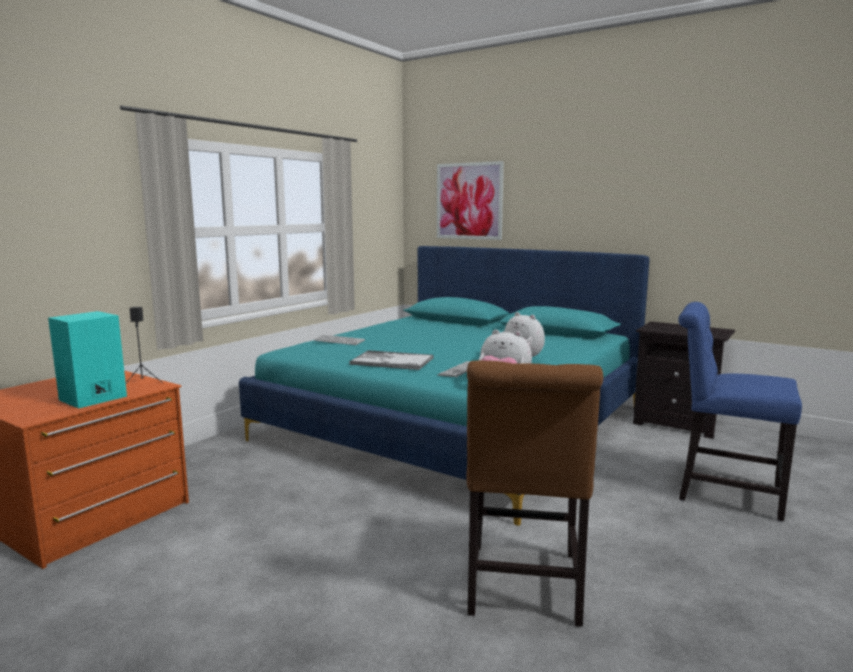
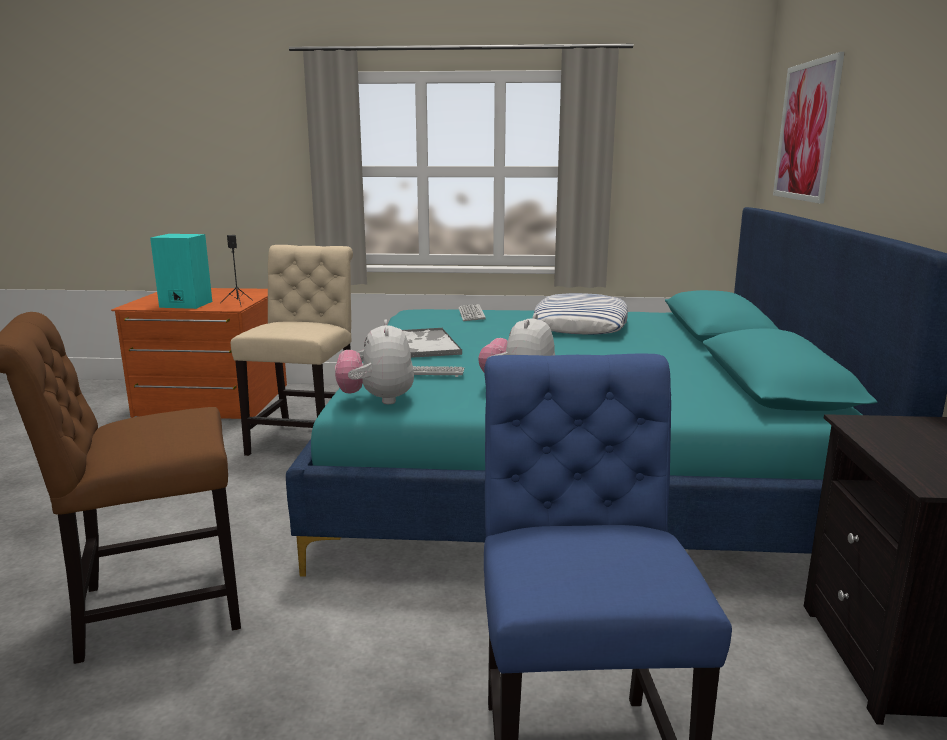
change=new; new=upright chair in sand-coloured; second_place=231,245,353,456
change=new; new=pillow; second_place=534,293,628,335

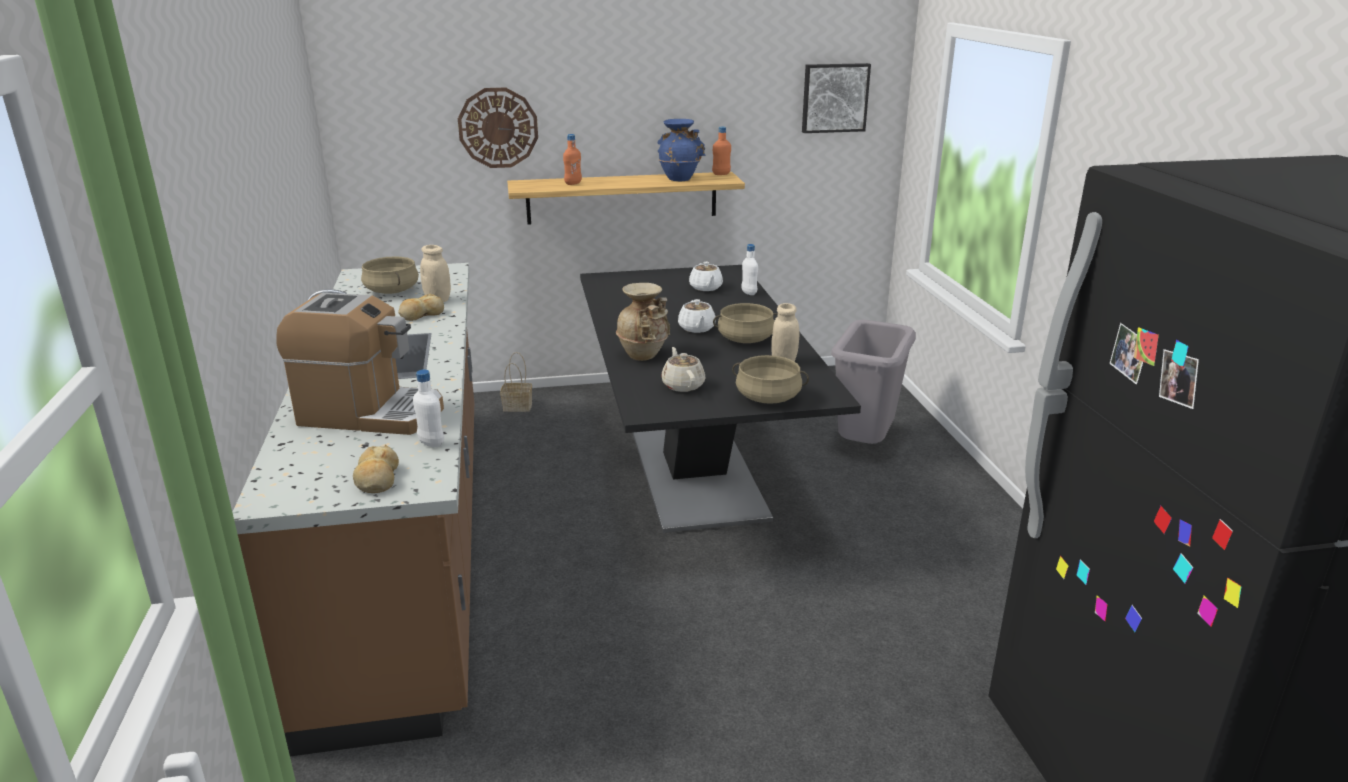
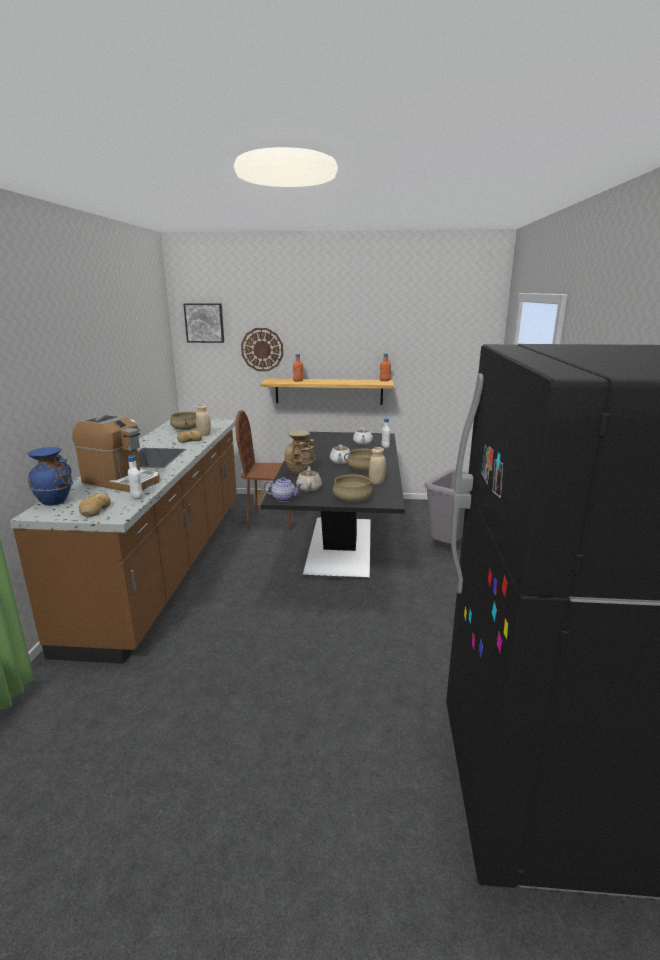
change=shifted; old=flower vase in bluish; first_place=657,119,705,181; second_place=27,447,74,506
change=shifted; old=wall picture; first_place=802,63,871,133; second_place=183,303,224,343
change=new; new=upright chair in brownish; second_place=236,410,296,530
change=new; new=tea pot; second_place=264,477,303,502

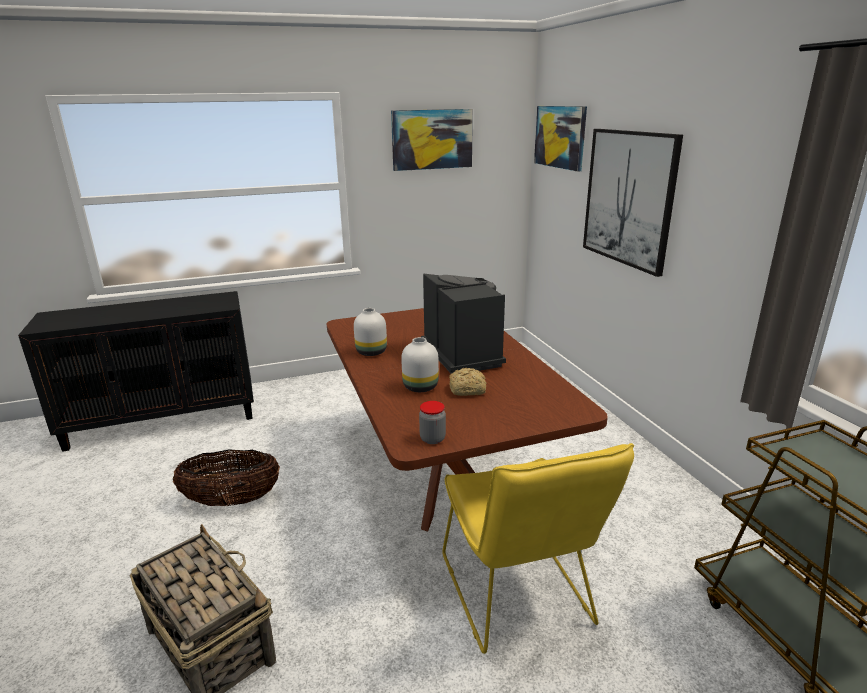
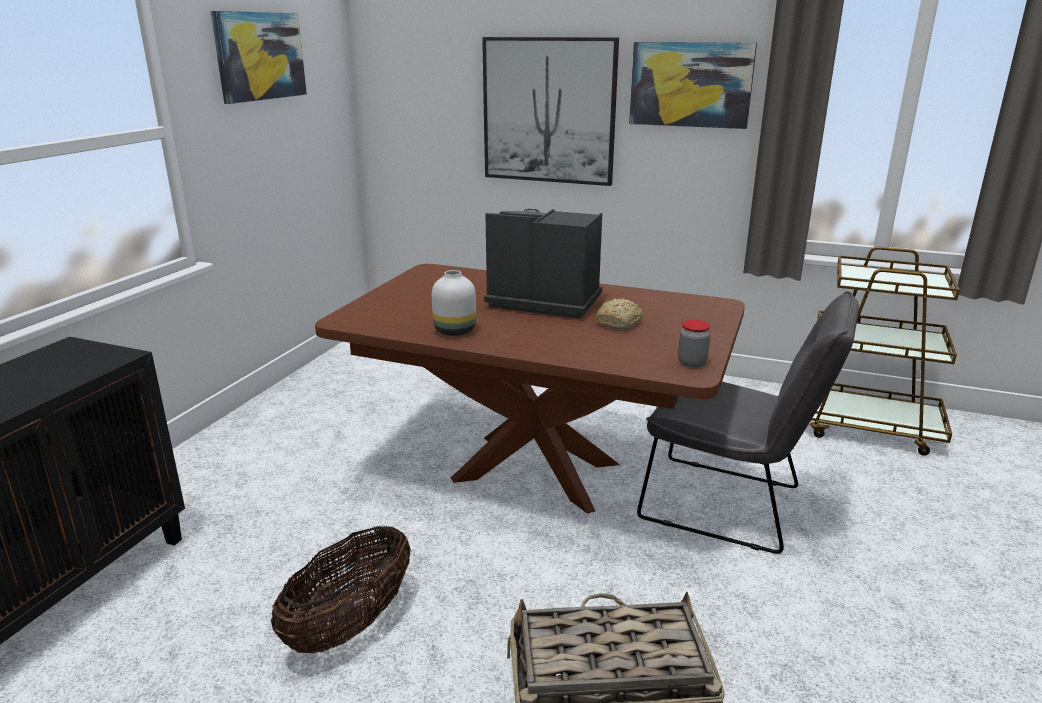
change=gone; old=flower vase in white; first_place=401,337,439,392
change=repainted; old=upright chair in yellow; new=upright chair in grey; first_place=442,443,634,654; second_place=637,291,859,554
change=shifted; old=wall picture; first_place=534,106,587,172; second_place=629,42,757,129

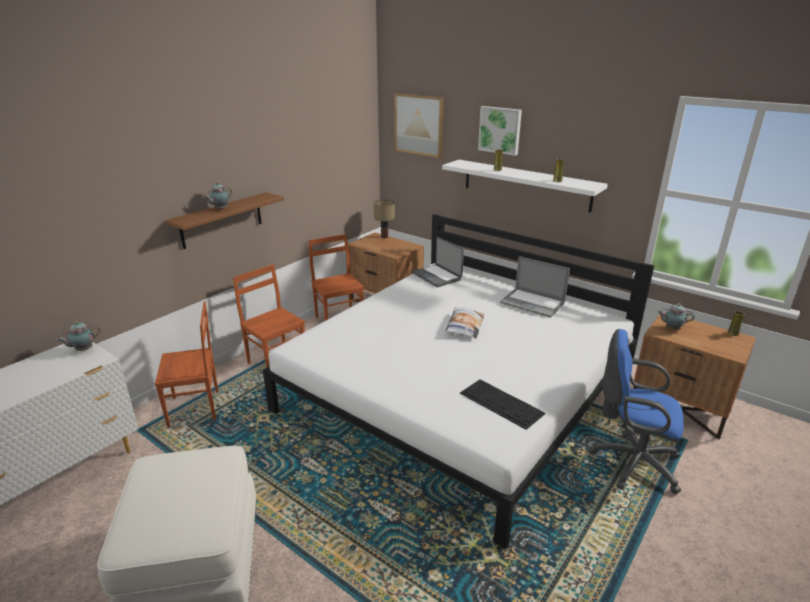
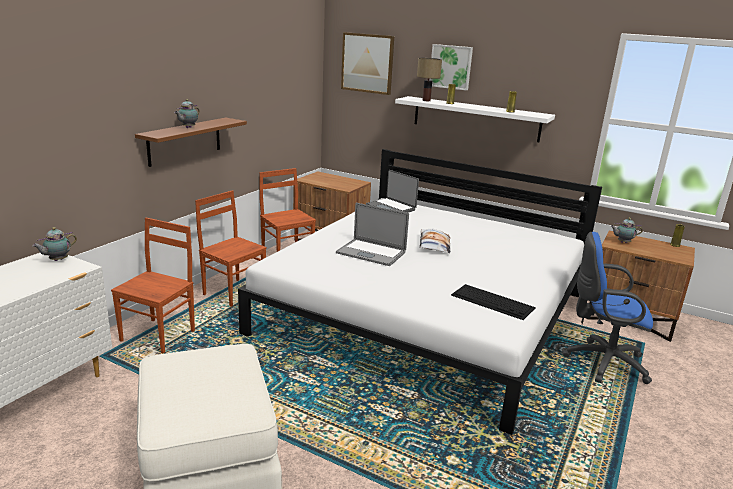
change=rotated; old=upright chair in brownish; first_place=155,301,218,428; second_place=111,218,195,354; degrees=-45
change=shifted; old=tabletop lamp; first_place=374,200,395,238; second_place=417,58,442,101
change=shifted; old=notebook computer; first_place=500,256,570,318; second_place=336,203,409,266

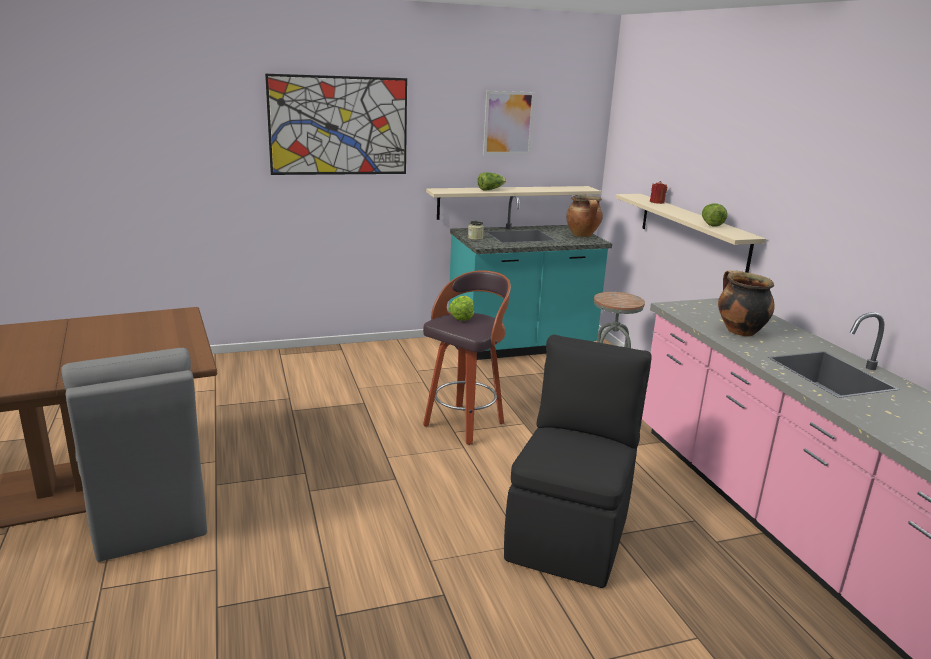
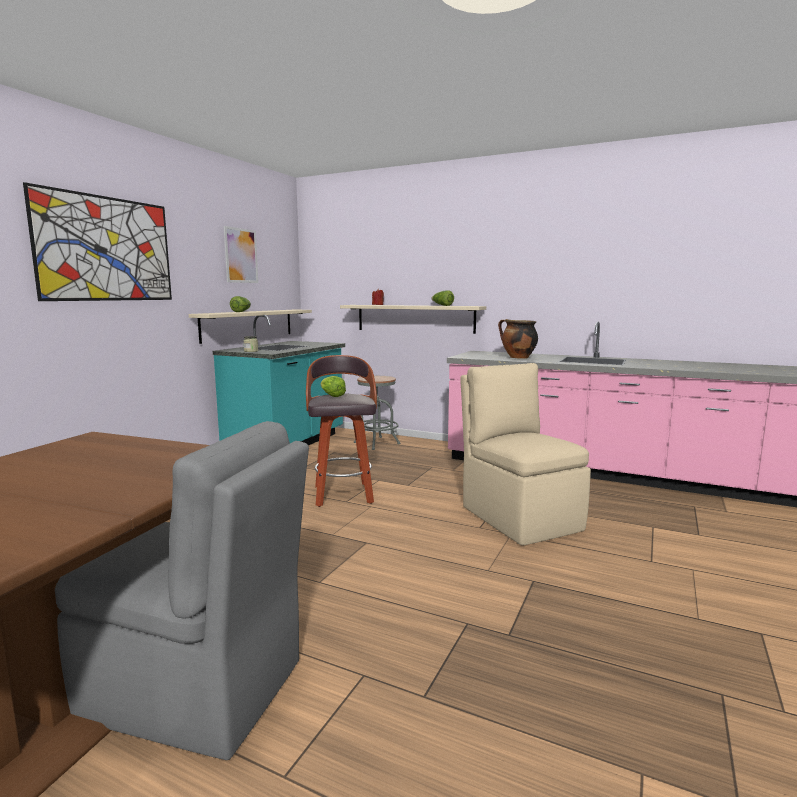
change=repainted; old=upright chair in black; new=upright chair in sand-coloured; first_place=504,335,652,588; second_place=460,363,591,546
change=gone; old=cooking pot; first_place=566,195,603,237

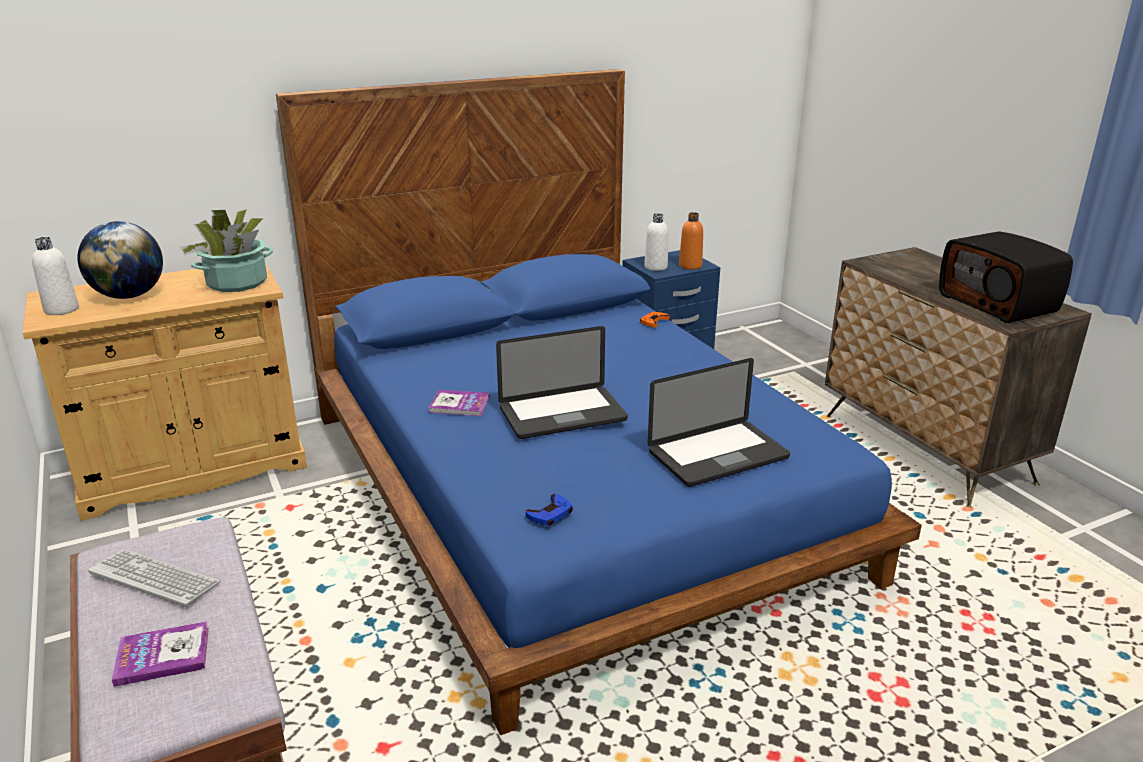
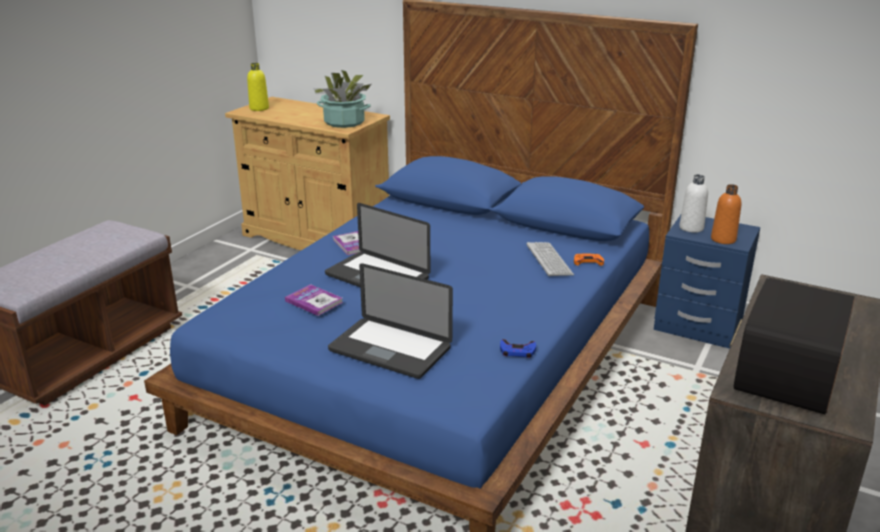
change=repainted; old=bottle in white; new=bottle in yellow; first_place=32,237,79,315; second_place=247,63,269,111
change=gone; old=desk globe; first_place=77,221,163,299
change=shifted; old=PC keyboard; first_place=88,549,221,607; second_place=527,242,574,276
change=shifted; old=book; first_place=112,621,209,687; second_place=285,284,343,316
change=shifted; old=game controller in bluish; first_place=526,494,573,526; second_place=500,339,536,358

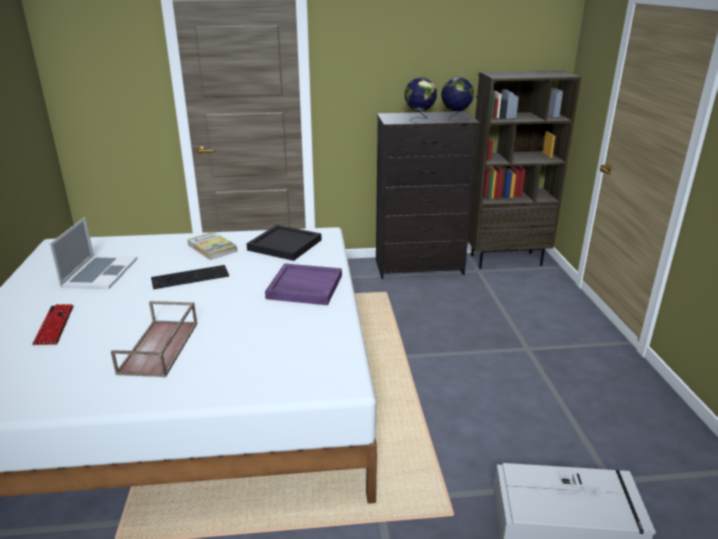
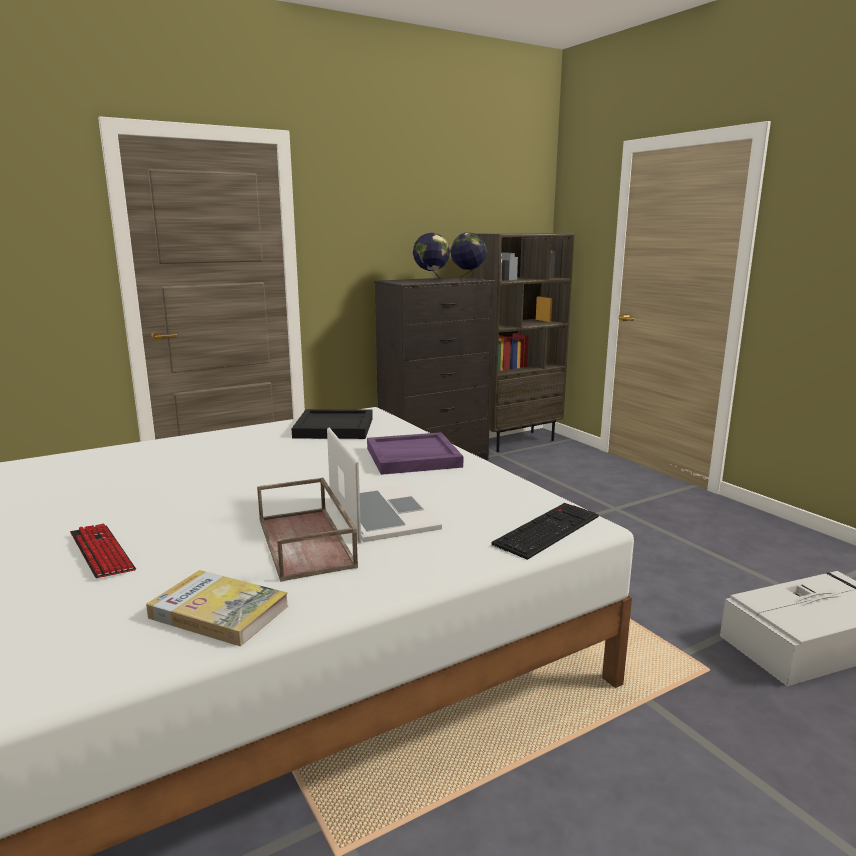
change=shifted; old=notebook computer; first_place=49,217,137,289; second_place=327,428,442,543
change=shifted; old=PC keyboard; first_place=151,265,229,289; second_place=491,503,599,560
change=shifted; old=book; first_place=187,232,237,260; second_place=146,570,288,646

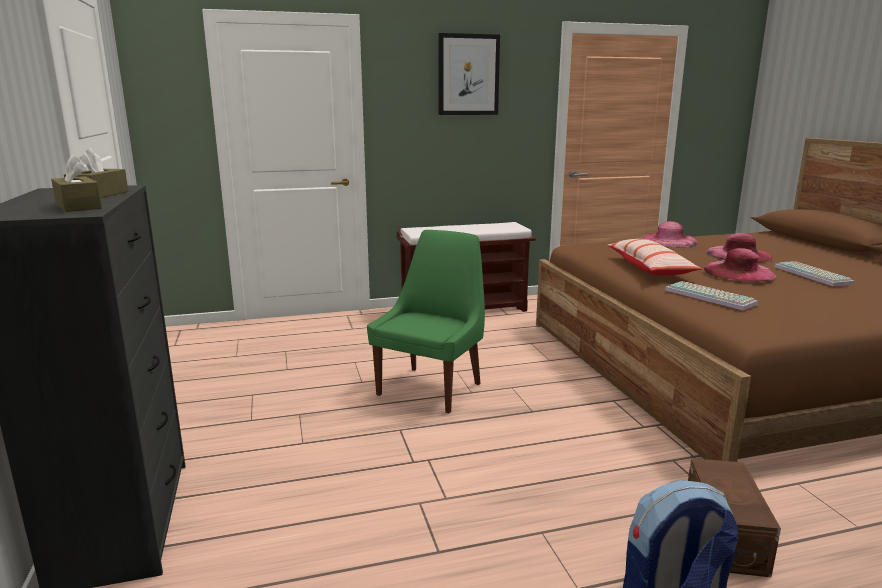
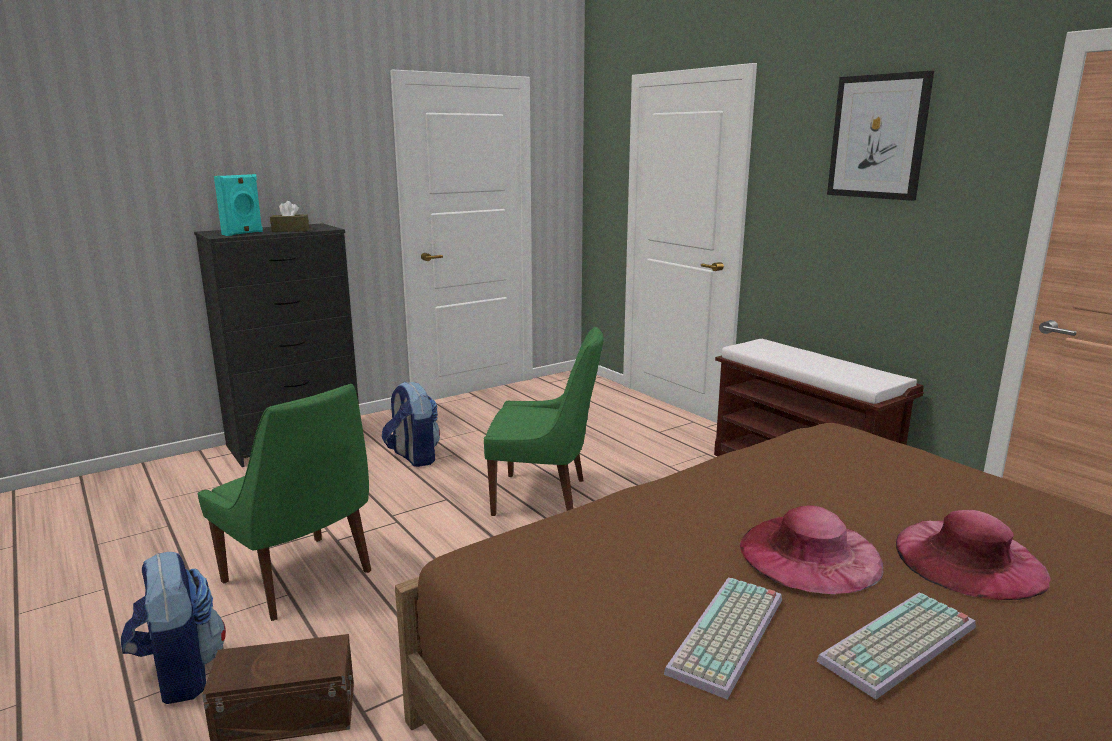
change=swapped; old=tissue box in brownish; new=audio speaker in blue-green; first_place=51,154,102,212; second_place=214,174,263,236
change=gone; old=pillow; first_place=607,239,701,276
change=gone; old=clothing hat in pink; first_place=641,221,699,247
change=shifted; old=PC keyboard; first_place=665,281,758,310; second_place=664,577,782,700
change=new; new=upright chair in green-coloured; second_place=197,384,371,621
change=new; new=knapsack; second_place=382,381,440,467

